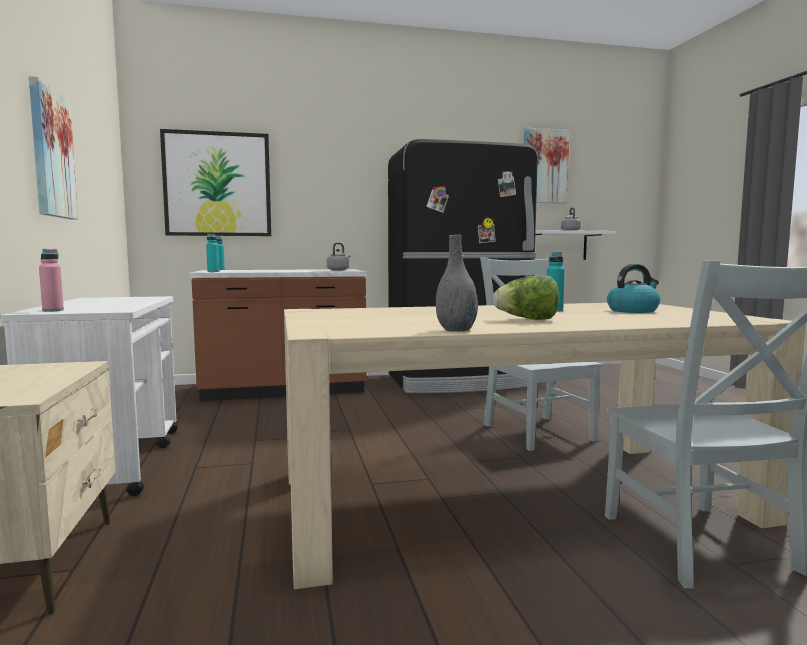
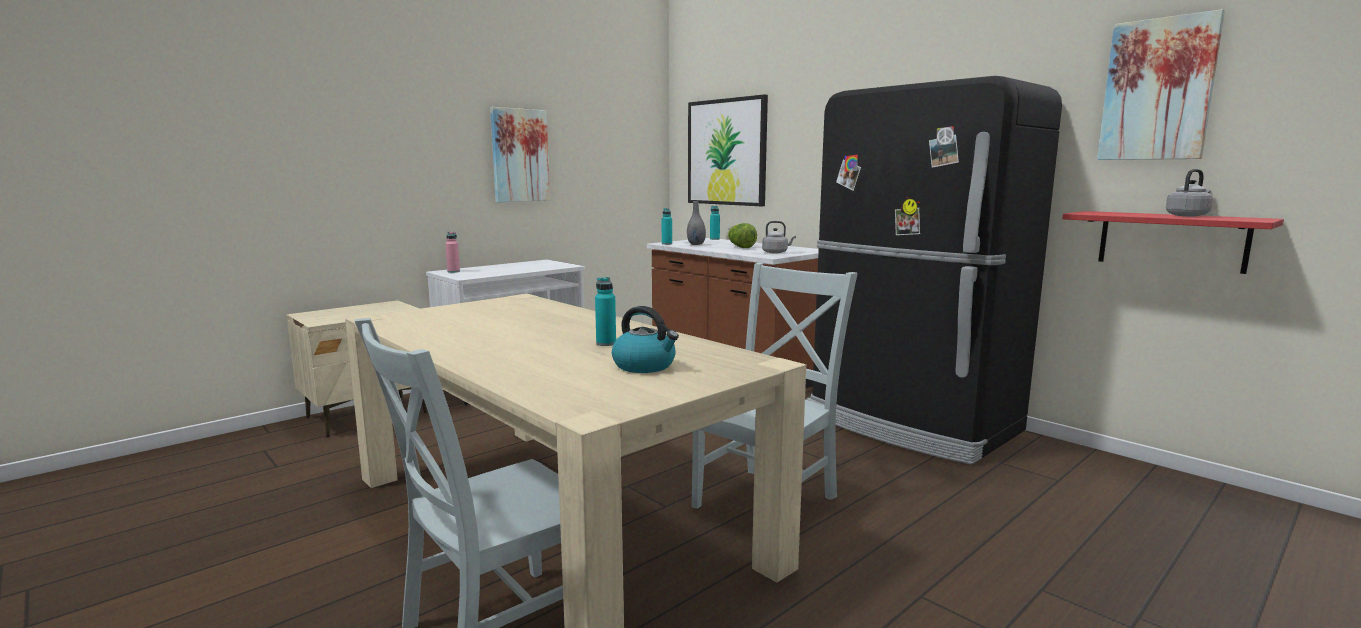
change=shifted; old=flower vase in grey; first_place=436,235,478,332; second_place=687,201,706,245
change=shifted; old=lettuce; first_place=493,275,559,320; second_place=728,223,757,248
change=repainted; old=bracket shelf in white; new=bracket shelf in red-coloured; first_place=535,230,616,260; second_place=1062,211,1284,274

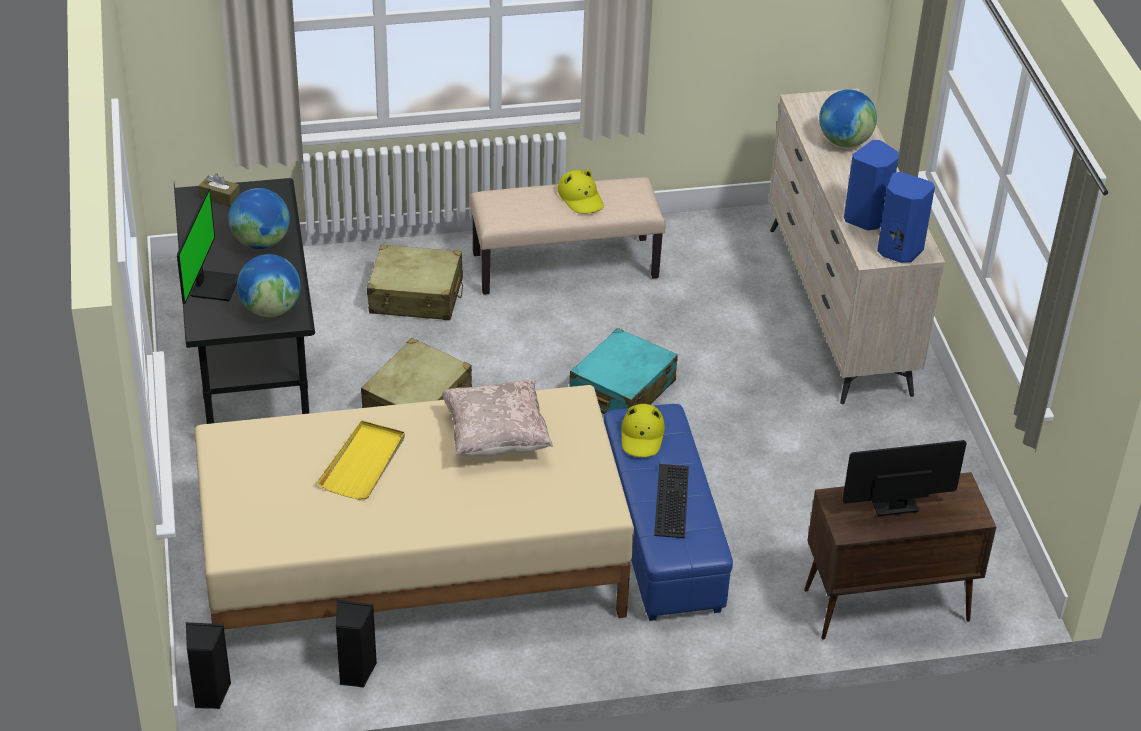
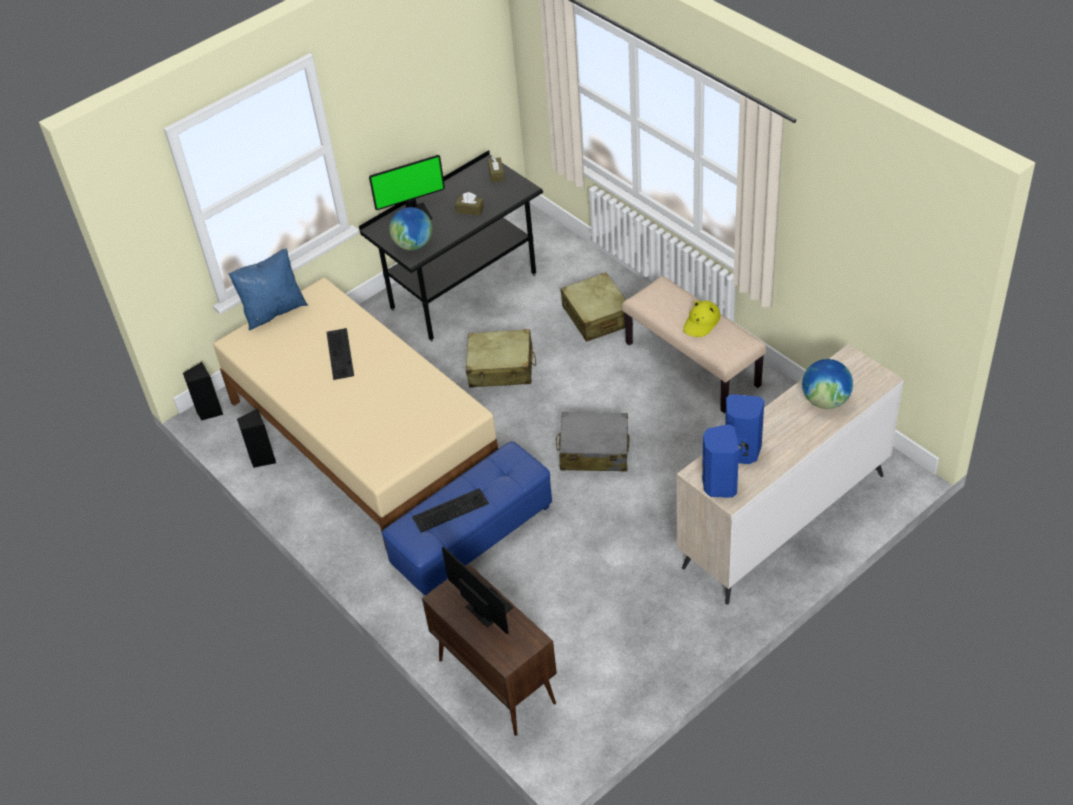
change=swapped; old=desk globe; new=tissue box in brownish; first_place=228,188,290,249; second_place=455,192,484,216
change=swapped; old=tray in yellow; new=PC keyboard; first_place=318,420,405,500; second_place=326,328,354,380
change=gone; old=pillow in sand-coloured; first_place=442,379,553,457
change=repainted; old=travel case in blue-green; new=travel case in grey; first_place=569,328,678,414; second_place=556,412,629,471
change=gone; old=clothing hat in yellow; first_place=622,404,665,457
change=new; new=pillow in bluish; second_place=228,248,308,330

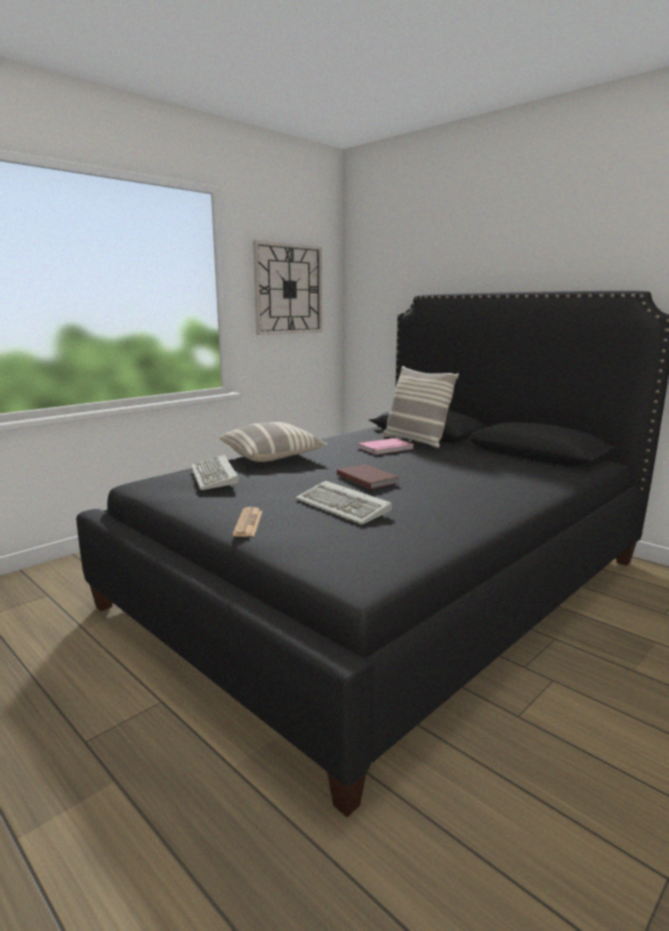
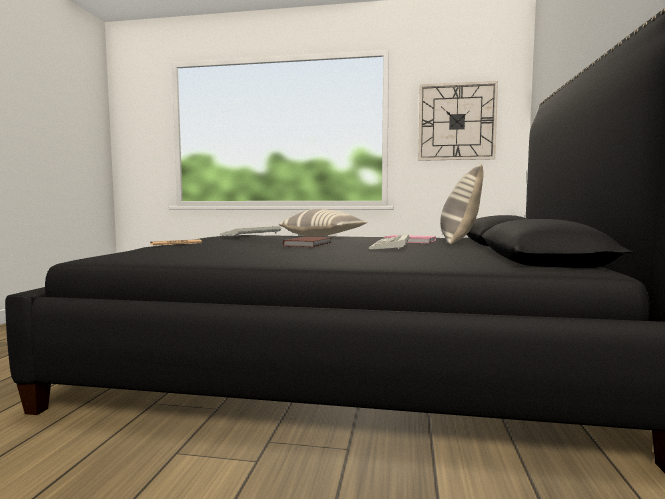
change=shifted; old=PC keyboard; first_place=296,481,392,525; second_place=369,234,409,250

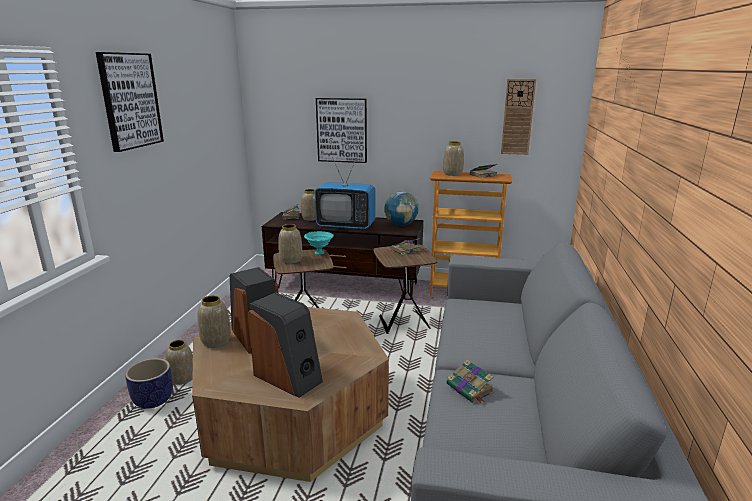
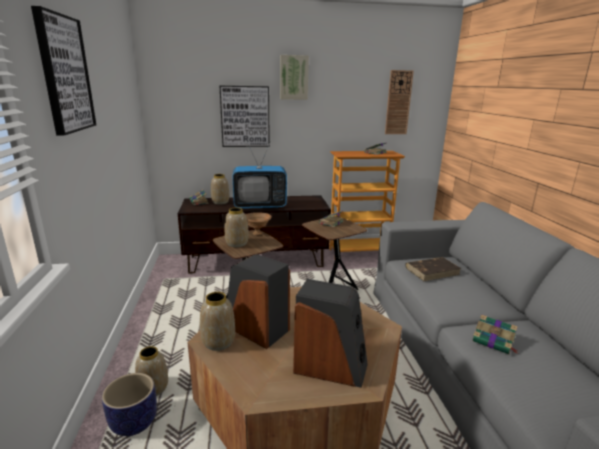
change=repainted; old=deep dish in blue-green; new=deep dish in brownish; first_place=304,231,334,255; second_place=245,212,272,235
change=gone; old=desk globe; first_place=385,191,418,226
change=gone; old=flower vase; first_place=443,141,464,176
change=new; new=wall picture; second_place=280,55,309,100
change=new; new=book in brownish; second_place=405,257,462,281

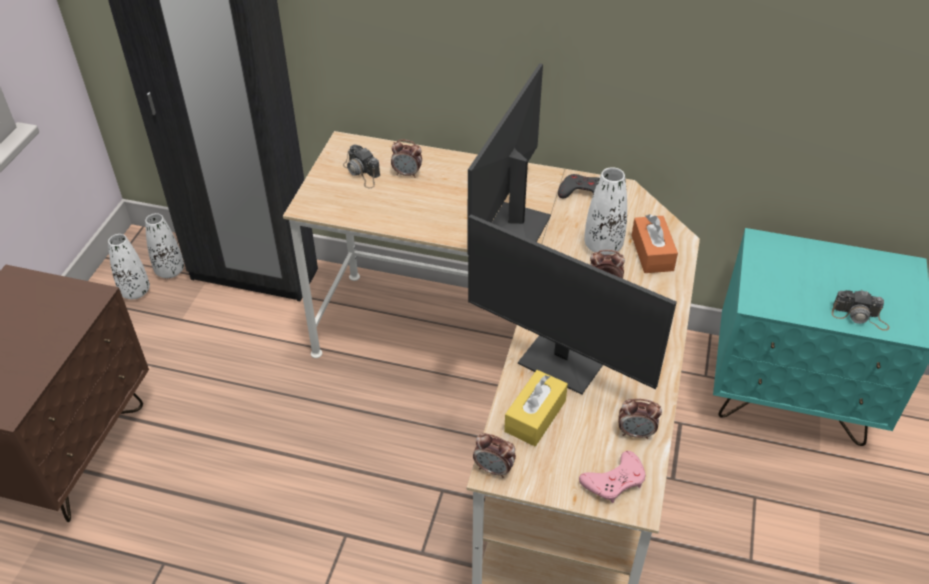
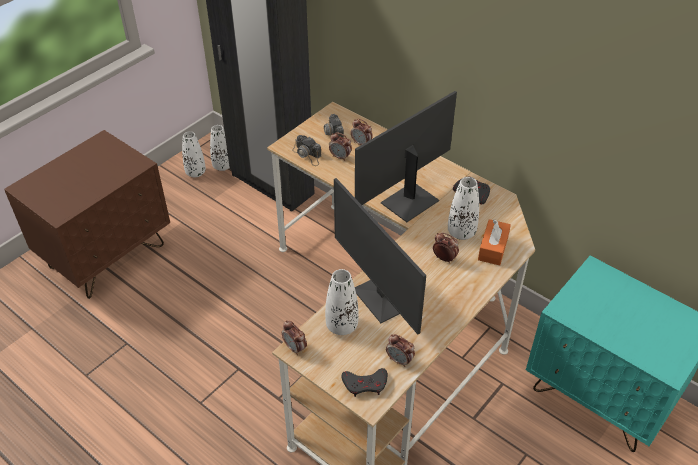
change=swapped; old=tissue box in yellow; new=flower vase in white; first_place=504,370,568,446; second_place=325,269,358,335
change=repainted; old=game controller in pink; new=game controller in grey; first_place=579,451,645,503; second_place=342,368,388,397
change=shifted; old=still camera; first_place=832,290,889,331; second_place=292,135,321,166
change=new; new=alarm clock; second_place=329,132,352,161

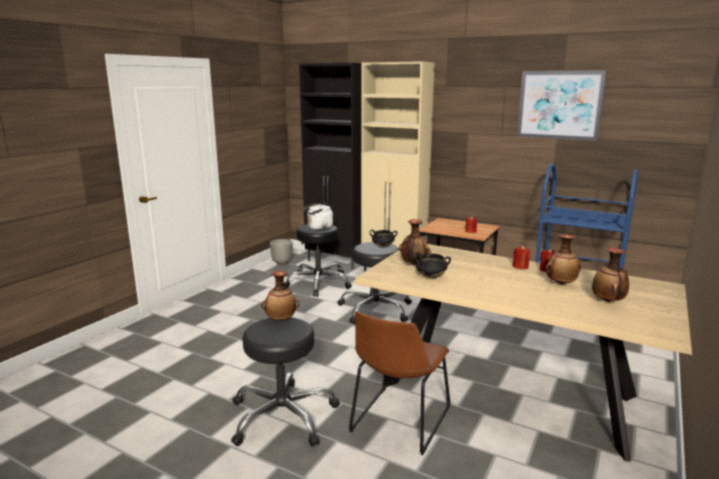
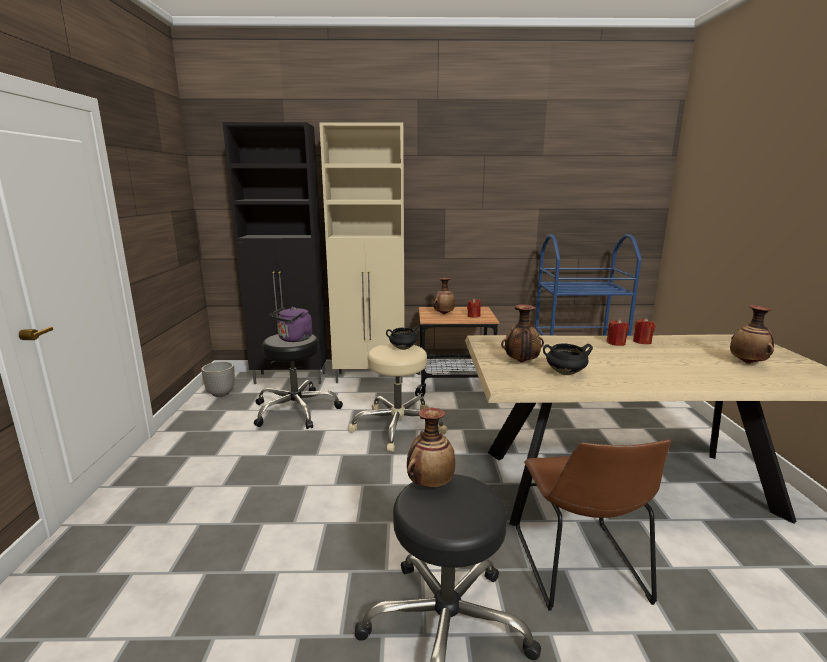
change=repainted; old=water kettle in white; new=water kettle in purple-coloured; first_place=303,203,333,230; second_place=269,307,312,342
change=repainted; old=sitting stool in black; new=sitting stool in sand-coloured; first_place=337,242,412,324; second_place=348,343,448,452
change=gone; old=wall picture; first_place=517,70,607,141
change=shifted; old=flower vase; first_place=545,234,581,284; second_place=433,278,455,314

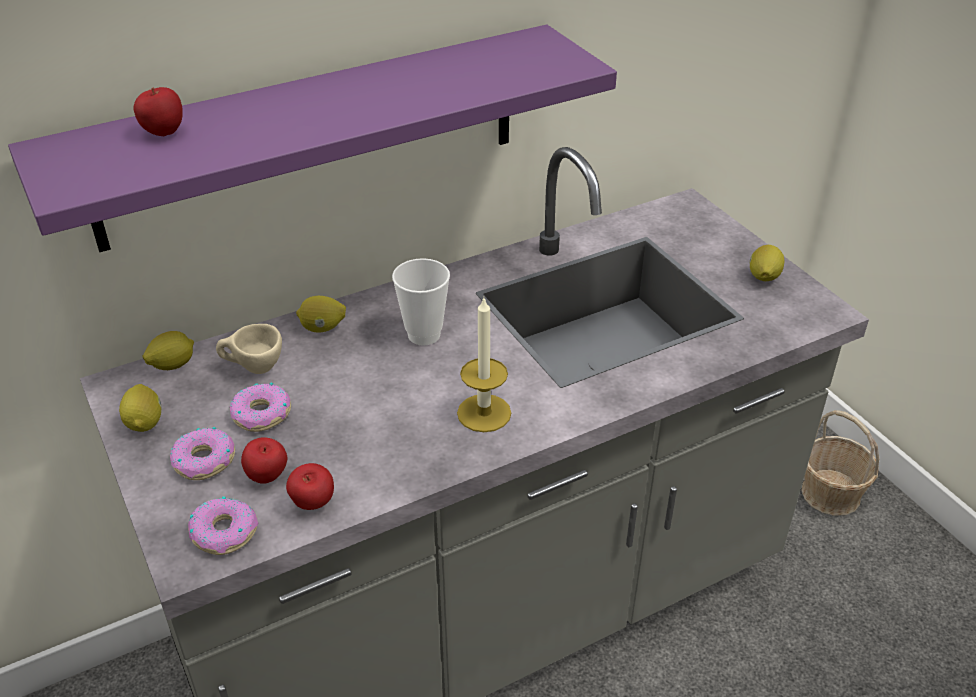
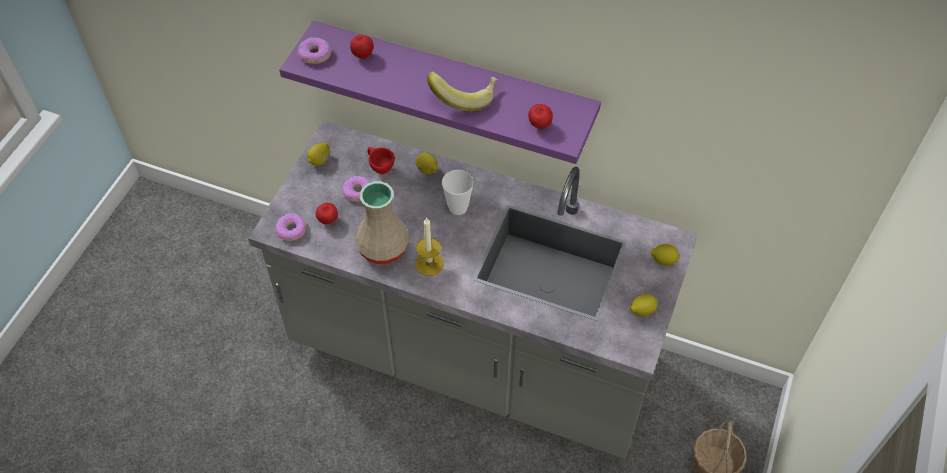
change=shifted; old=citrus fruit; first_place=143,331,194,370; second_place=651,244,680,265
change=shifted; old=donut; first_place=170,427,235,480; second_place=298,37,331,64
change=repainted; old=drinking cup in sand-coloured; new=drinking cup in red-coloured; first_place=216,324,282,374; second_place=367,147,395,174
change=shifted; old=whole apple; first_place=286,463,334,510; second_place=528,104,553,129
change=new; new=flower vase in sand-coloured; second_place=355,181,409,264
change=new; new=banana; second_place=427,71,498,111

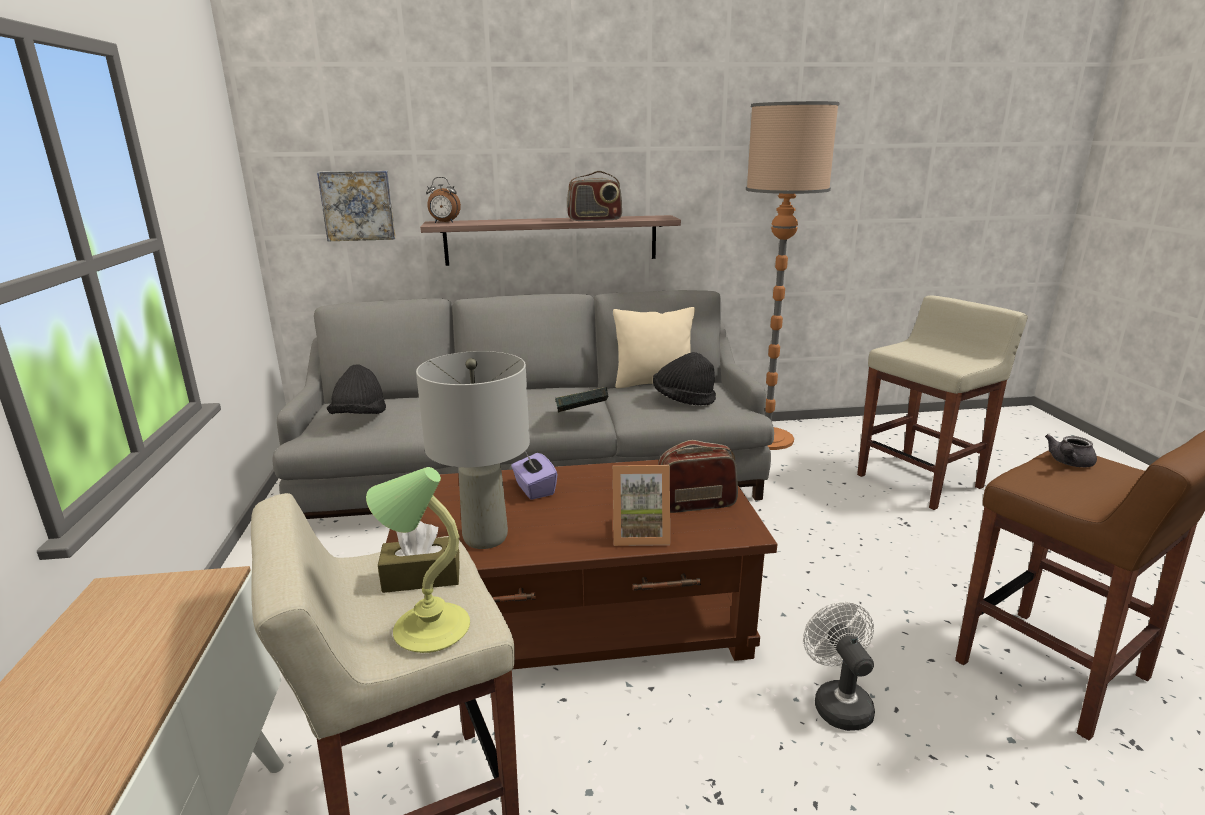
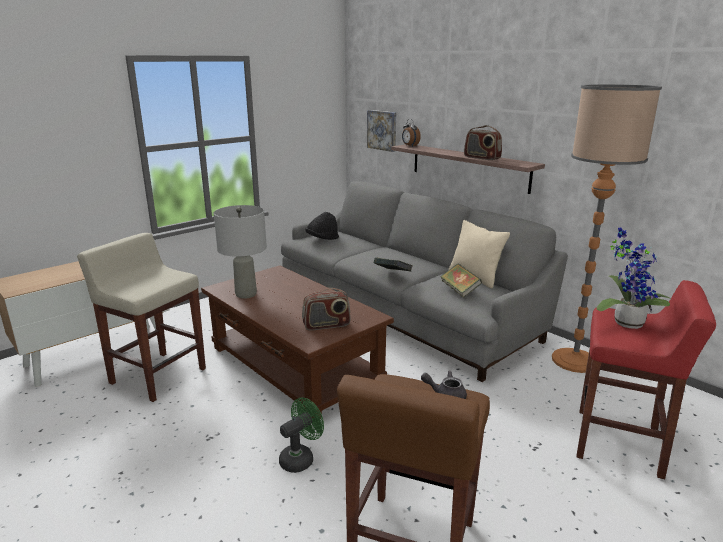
change=gone; old=tabletop lamp; first_place=366,467,470,653
change=gone; old=tissue box in brownish; first_place=378,521,460,593
change=gone; old=tissue box in purple-coloured; first_place=511,453,558,500
change=gone; old=photo frame; first_place=613,465,670,546
change=swapped; old=clothing hat in black; new=book; first_place=653,352,716,405; second_place=440,263,482,298
change=rotated; old=radio set; first_place=658,440,738,513; second_place=302,288,350,331; degrees=120
change=repainted; old=electric fan in white; new=electric fan in green-coloured; first_place=803,602,875,731; second_place=279,397,324,473
change=repainted; old=sitting stool in sand-coloured; new=sitting stool in red-coloured; first_place=857,296,1028,510; second_place=576,280,716,479
change=new; new=potted plant; second_place=596,227,671,329

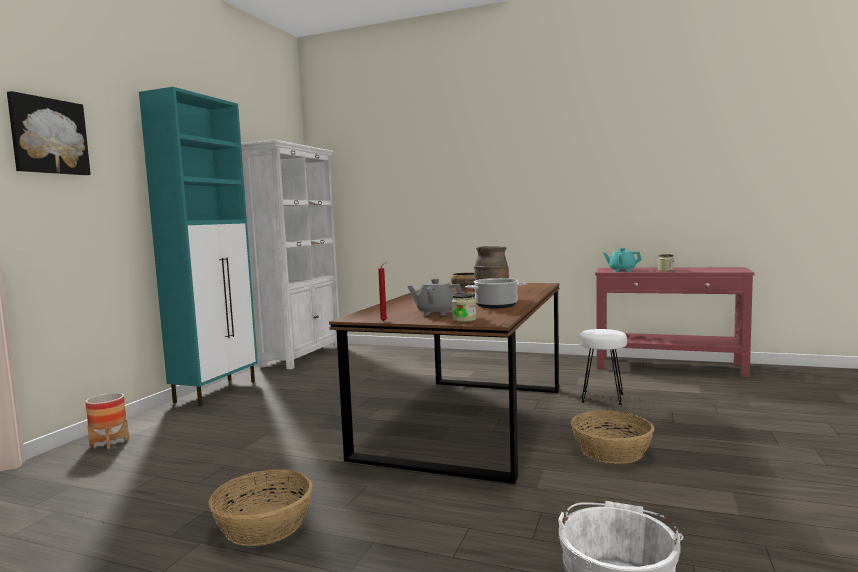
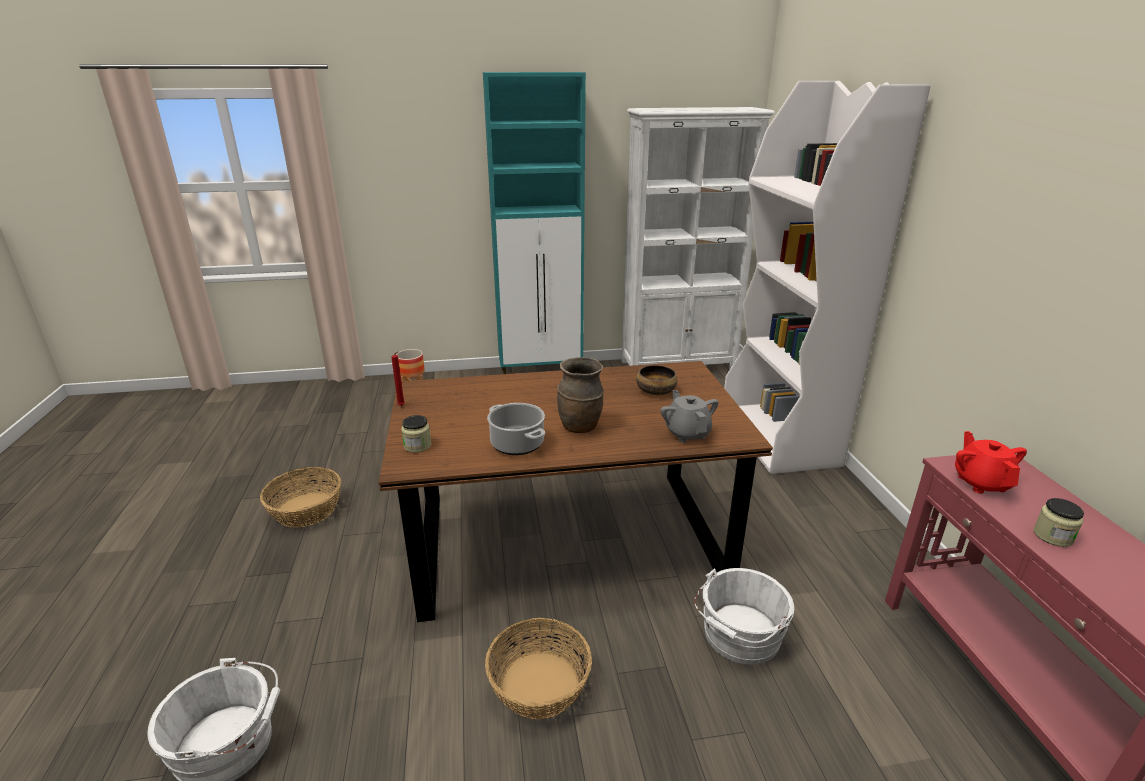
change=gone; old=wall picture; first_place=7,91,91,175
change=shifted; old=tea pot in grey; first_place=407,278,462,316; second_place=661,390,719,442
change=swapped; old=sitting stool in white; new=water bucket in white; first_place=578,329,627,405; second_place=694,568,794,665
change=repainted; old=tea pot in blue-green; new=tea pot in red-coloured; first_place=603,248,642,272; second_place=955,431,1027,494
change=new; new=bookshelf in white; second_place=724,81,930,474

